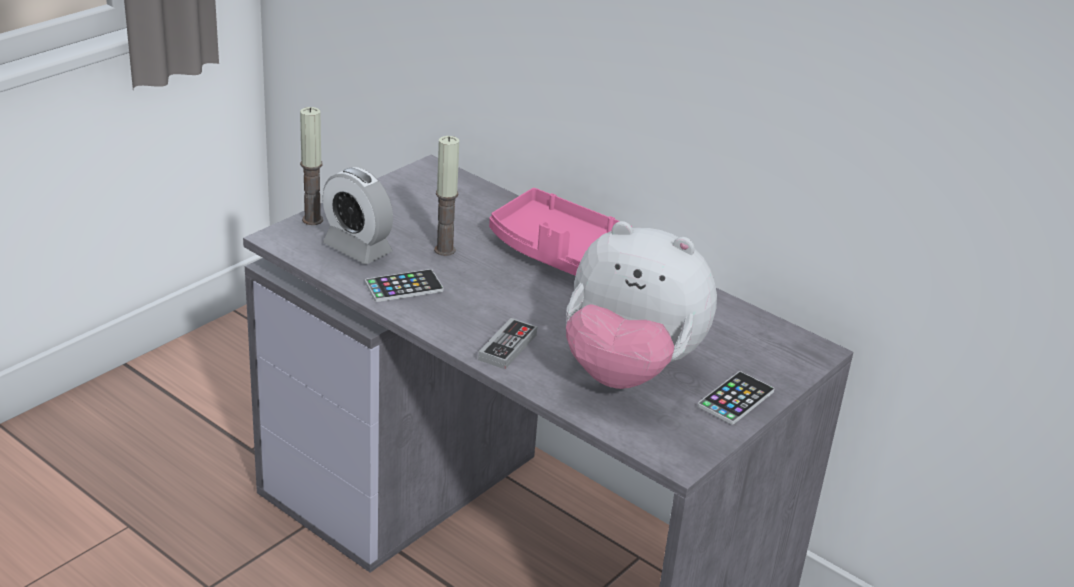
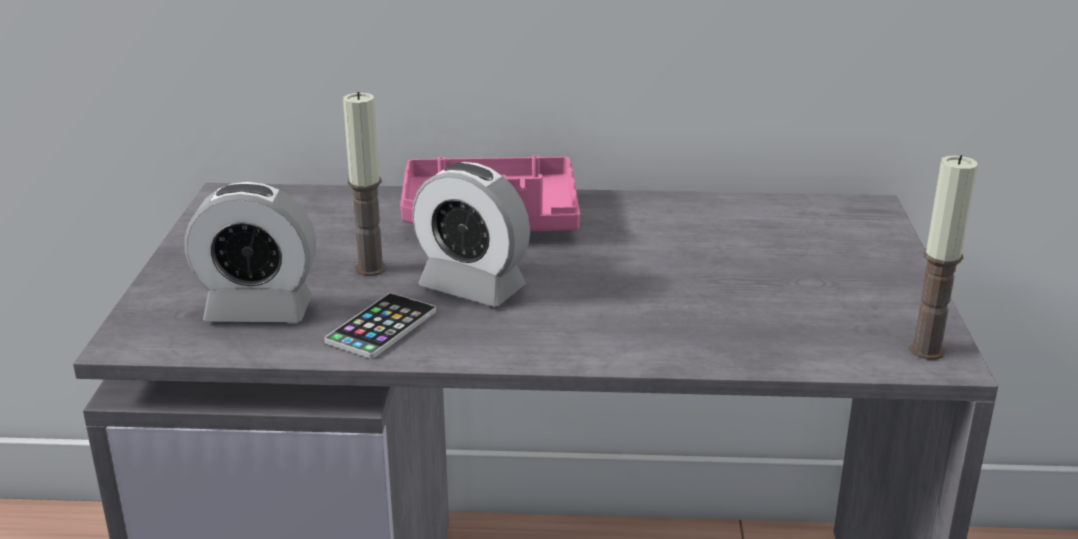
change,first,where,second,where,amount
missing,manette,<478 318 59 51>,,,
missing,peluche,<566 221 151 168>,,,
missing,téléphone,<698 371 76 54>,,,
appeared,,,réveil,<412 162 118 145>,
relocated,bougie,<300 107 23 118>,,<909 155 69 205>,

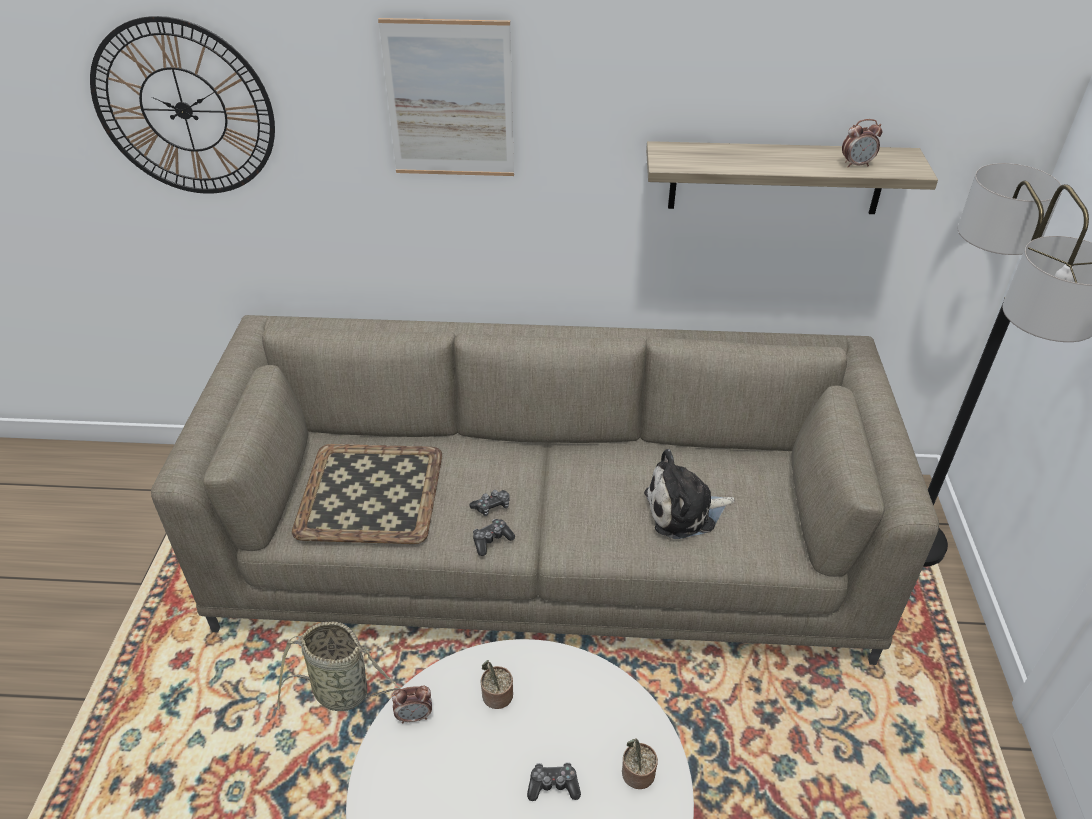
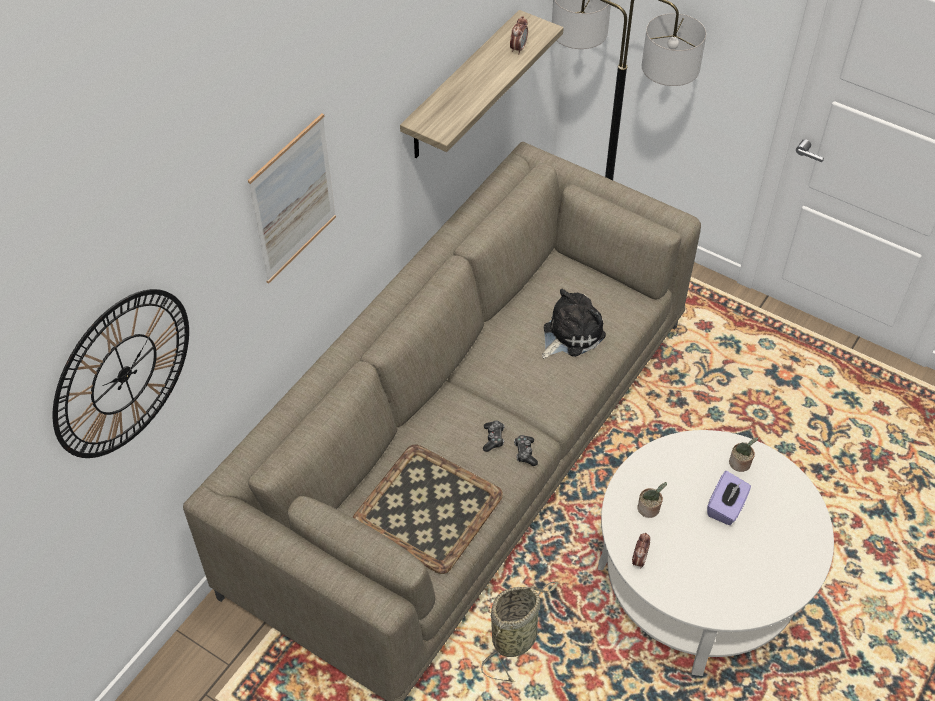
change,first,where,second,where,amount
exchanged,manette,<527 762 54 39>,boîte à mouchoirs (violet),<707 471 44 54>,
spun,peluche,<644 449 90 90>,,<542 289 64 70>,150 degrees counterclockwise

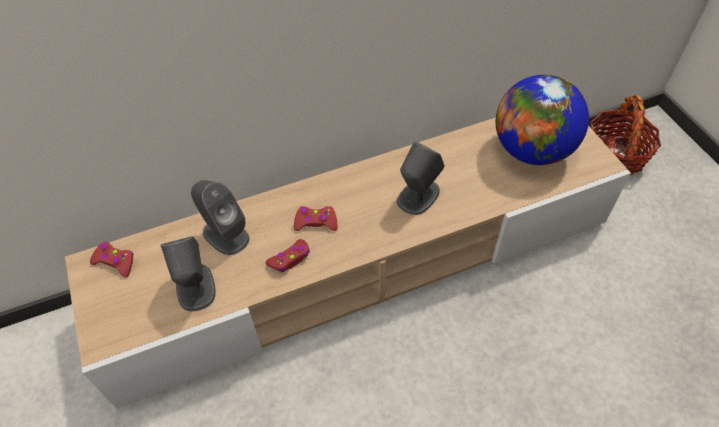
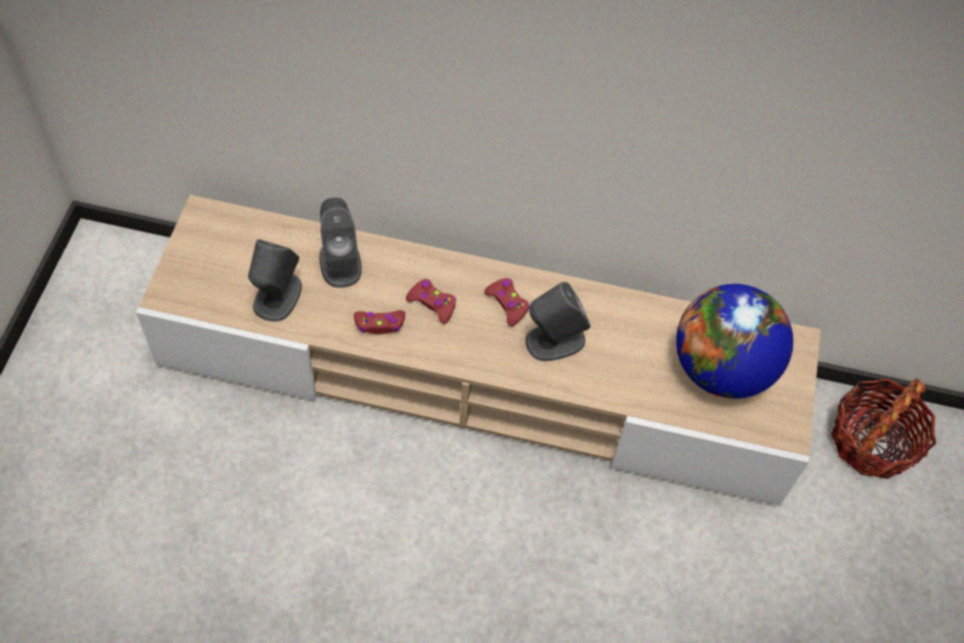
change,first,where,second,where,amount
relocated,manette (rouge),<90 242 43 35>,,<484 278 46 49>,

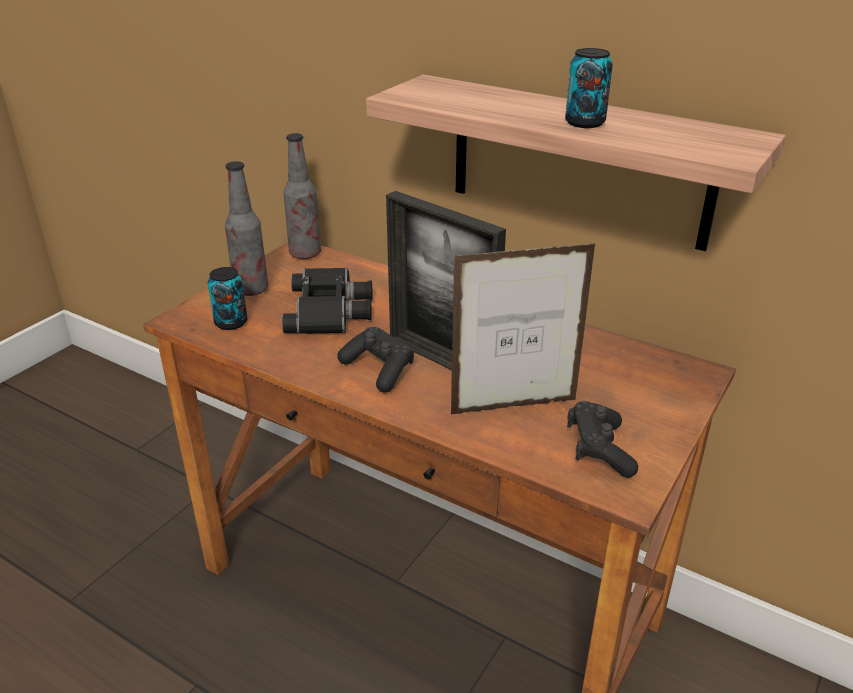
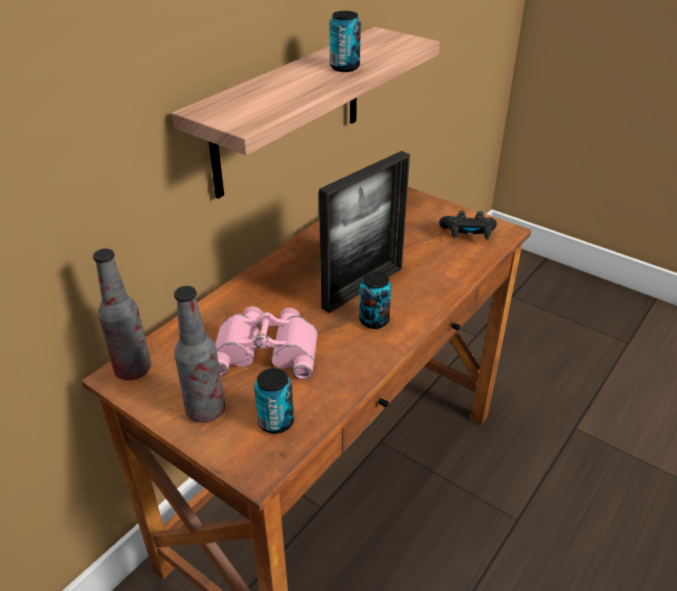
change,first,where,second,where,amount
missing,cadre photo,<451 243 145 172>,,,
exchanged,manette (noir),<337 327 77 66>,boîte métallique,<359 272 32 57>,
colour,jumelles (noir),<282 268 90 66>,jumelles (rose),<215 306 103 73>,

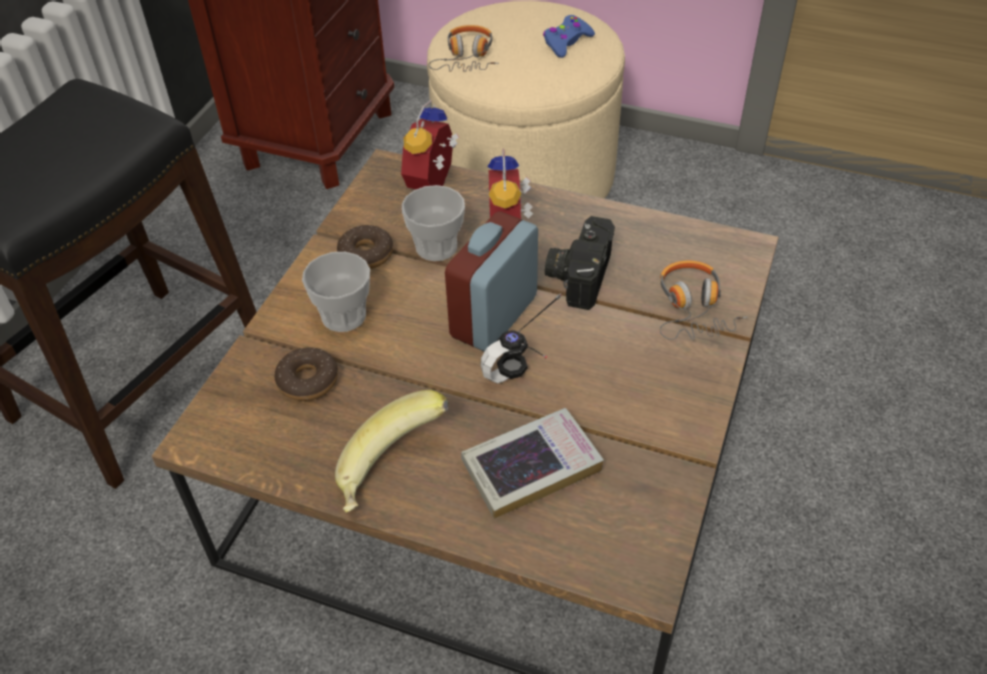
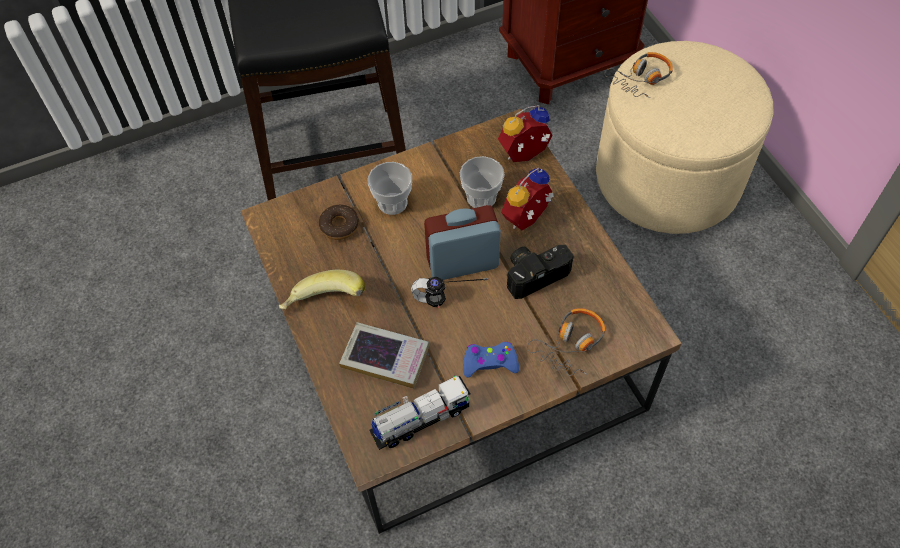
change,first,where,second,where,amount
missing,beignet,<337 225 56 44>,,,
appeared,,,camion jouet,<369 375 101 75>,
relocated,manette (bleu),<543 15 52 43>,,<463 342 56 35>,

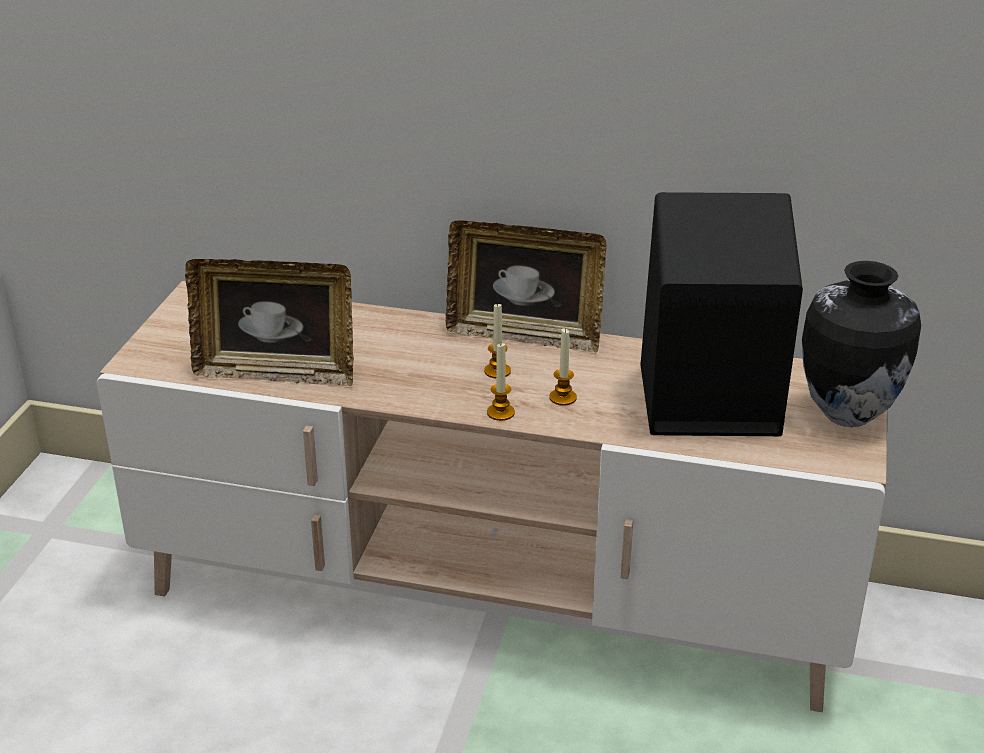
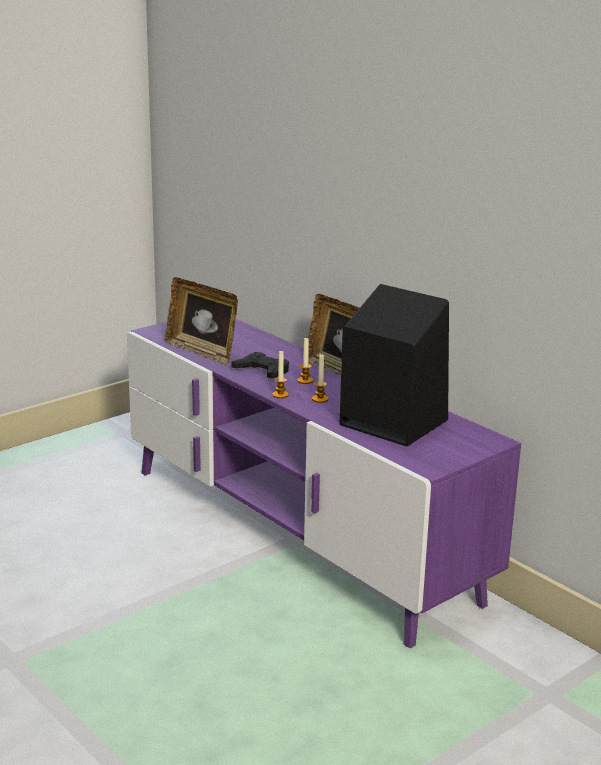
change,first,where,second,where,amount
missing,vase,<802 261 119 166>,,,
appeared,,,manette (noir),<231 352 58 27>,
colour,meuble télé (beige),<97 281 790 431>,meuble télé (violet),<127 319 394 329>,

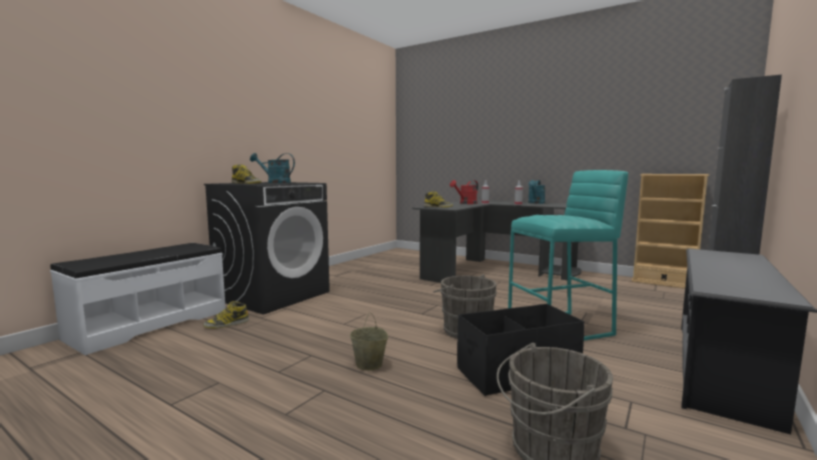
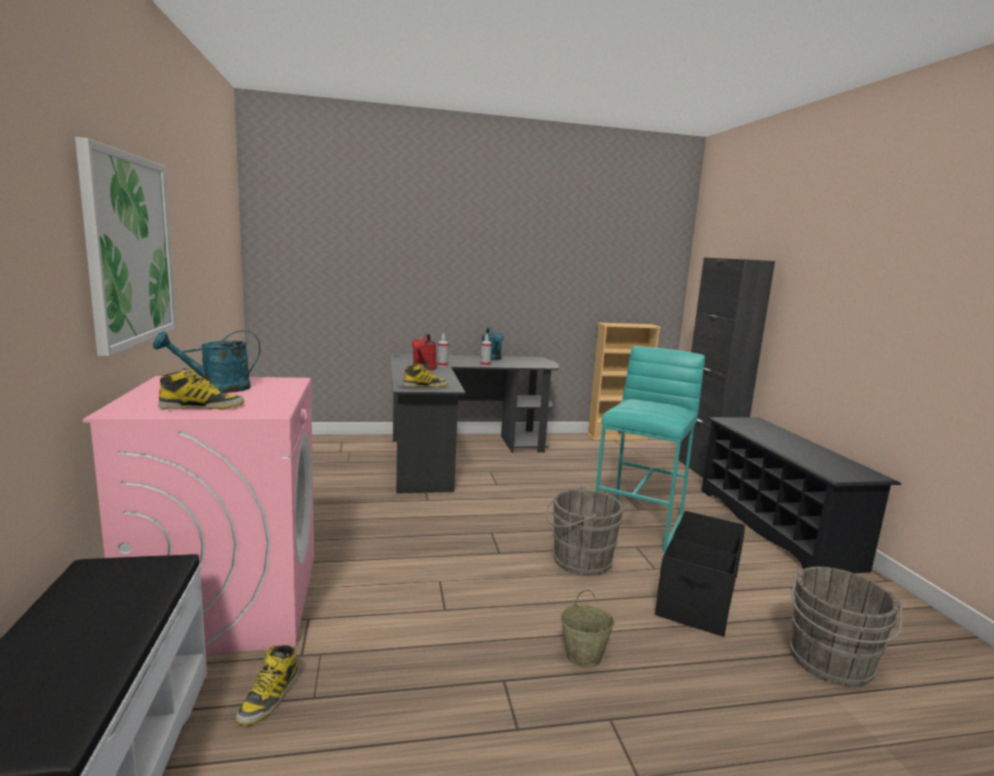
change,first,where,second,where,amount
appeared,,,tableau,<75 137 102 219>,
colour,lave-linge (noir),<204 182 126 133>,lave-linge (rose),<83 376 231 278>,

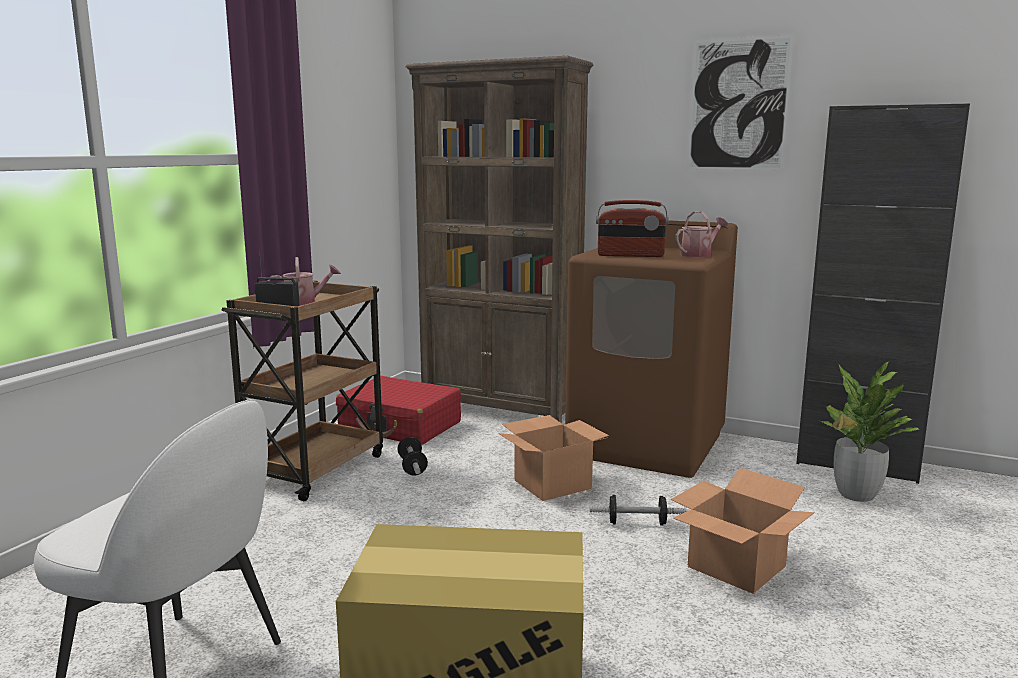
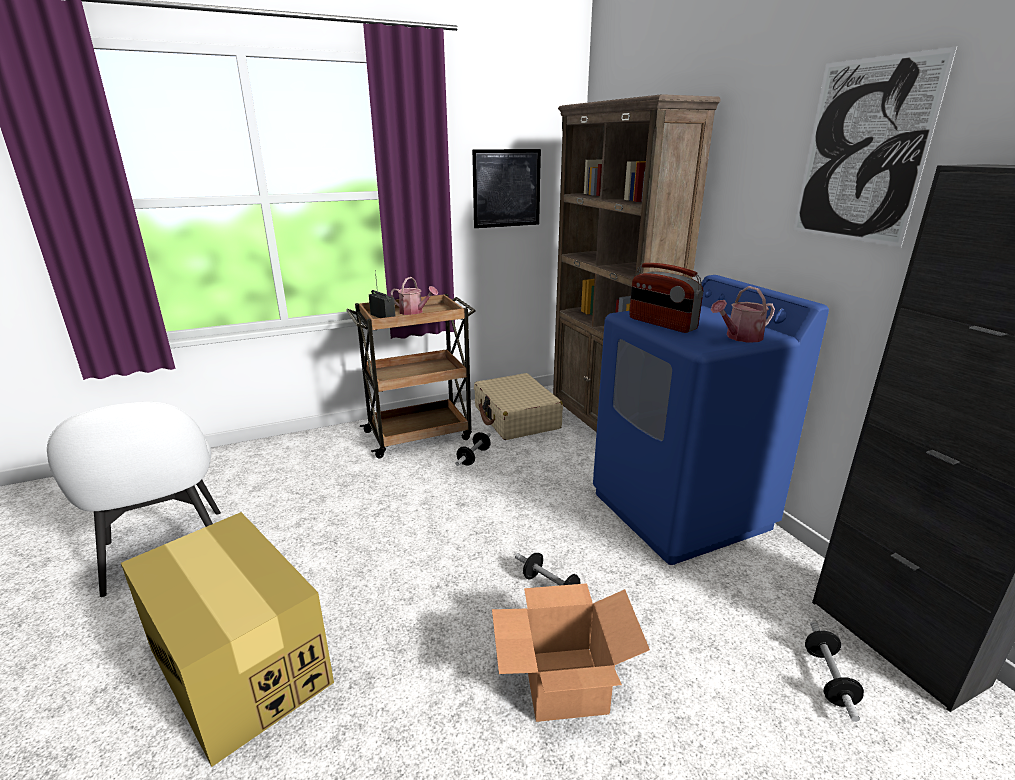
change,first,where,second,where,amount
missing,carton,<499 415 110 86>,,,
appeared,,,tableau,<472 149 69 79>,
exchanged,plante en pot,<821 362 98 140>,haltère,<805 621 59 101>,
colour,valise (rouge),<336 376 125 69>,valise (beige),<474 373 89 67>,
colour,lave-linge (marron),<565 220 173 258>,lave-linge (bleu),<593 275 236 290>,
spun,arrosoir,<675 211 53 46>,,<711 286 64 57>,150 degrees clockwise

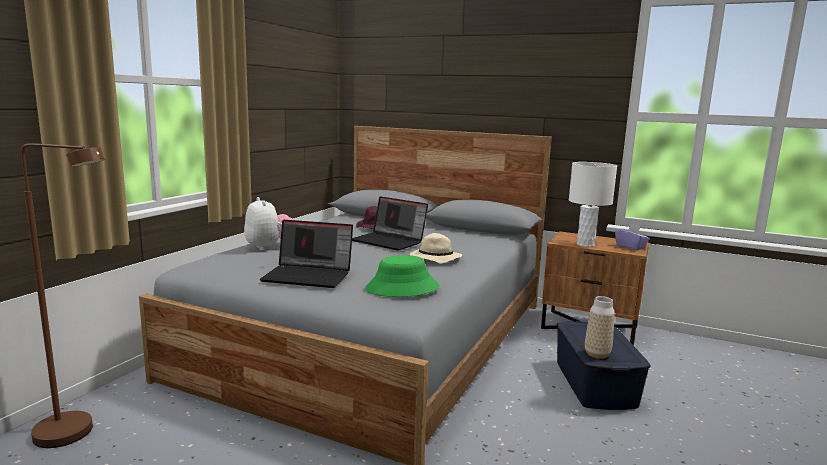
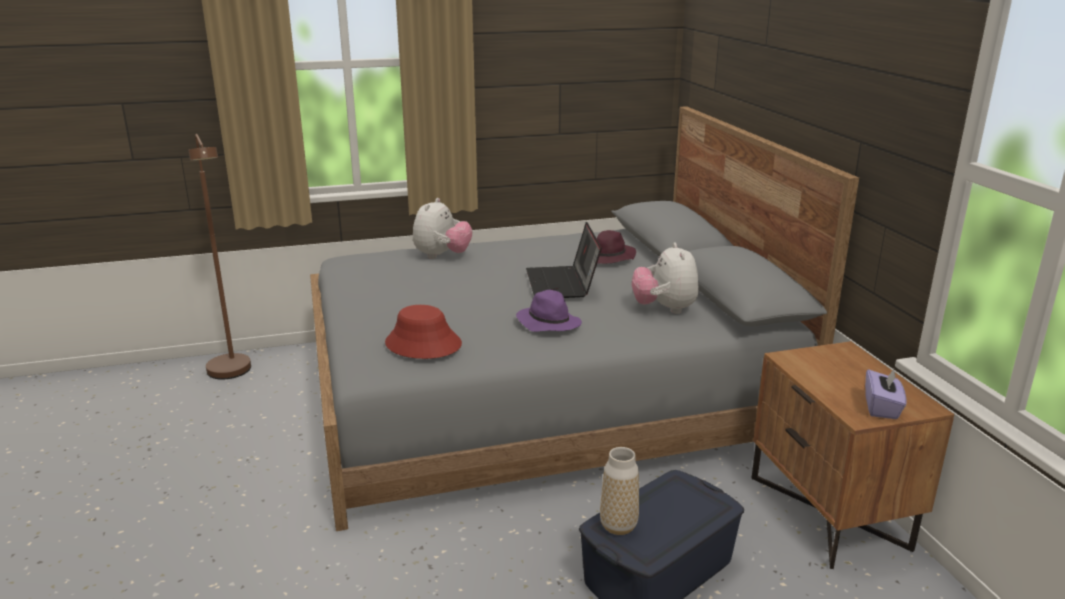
change,first,where,second,where,amount
missing,ordinateur portable,<260 220 93 68>,,,
missing,lampe de table (blanc),<569 162 48 85>,,,
appeared,,,peluche,<632 242 67 72>,
colour,chapeau (vert),<365 255 74 42>,chapeau (rouge),<385 305 77 54>,
colour,chapeau (beige),<409 233 53 31>,chapeau (violet),<516 290 66 42>,

